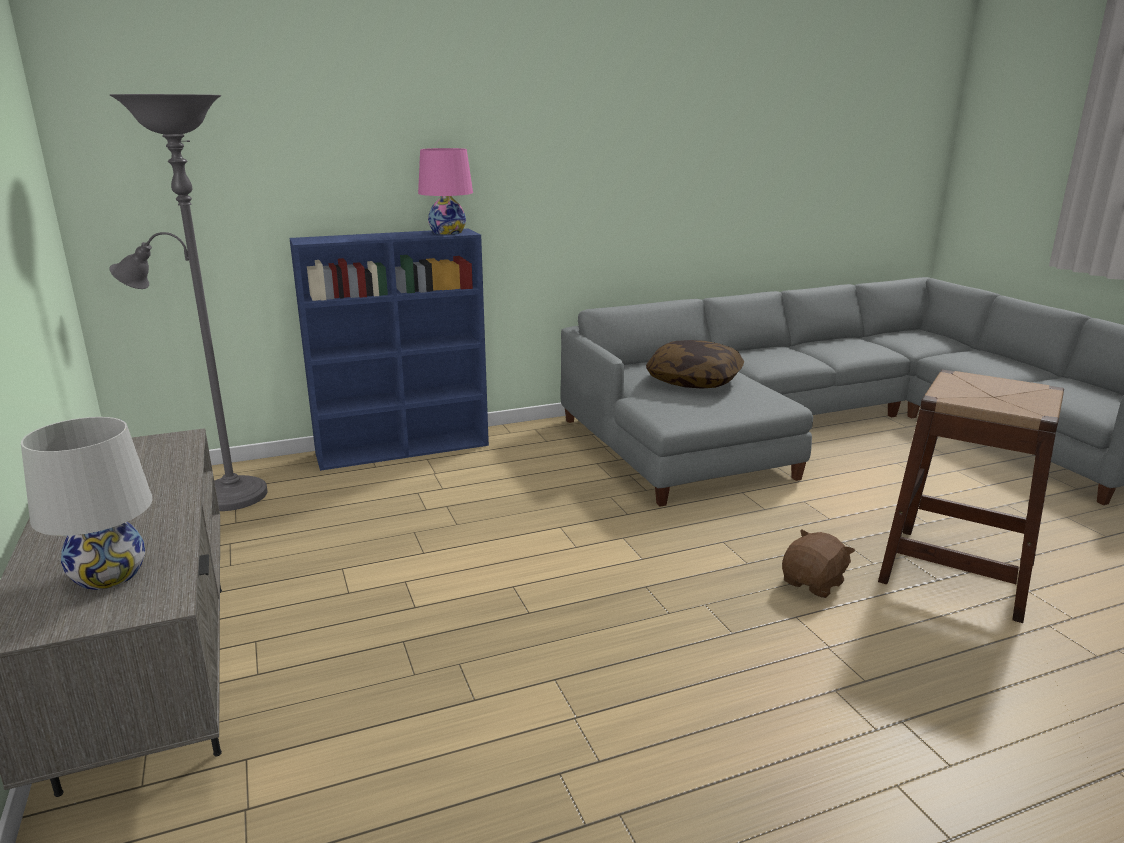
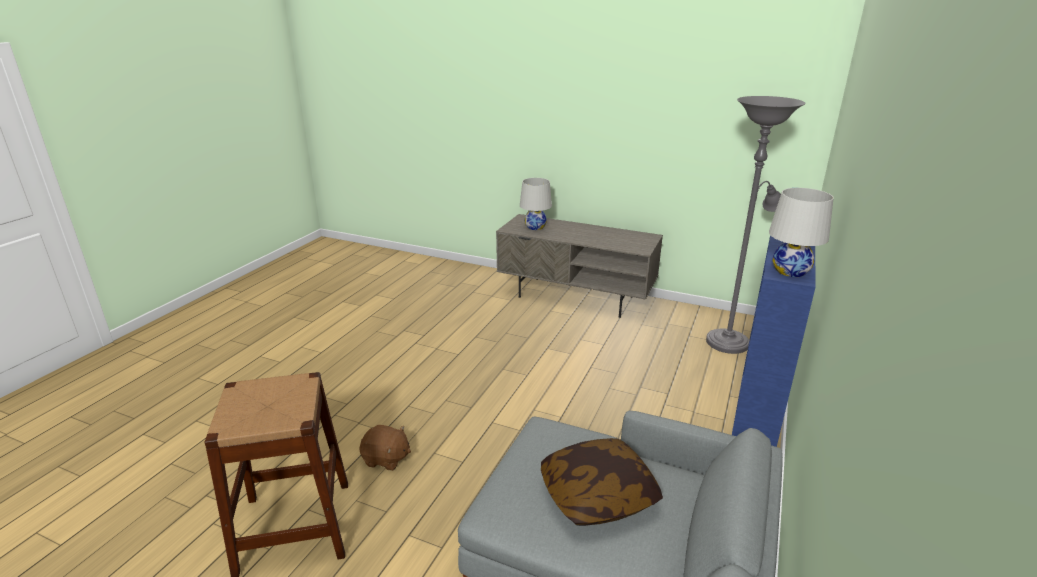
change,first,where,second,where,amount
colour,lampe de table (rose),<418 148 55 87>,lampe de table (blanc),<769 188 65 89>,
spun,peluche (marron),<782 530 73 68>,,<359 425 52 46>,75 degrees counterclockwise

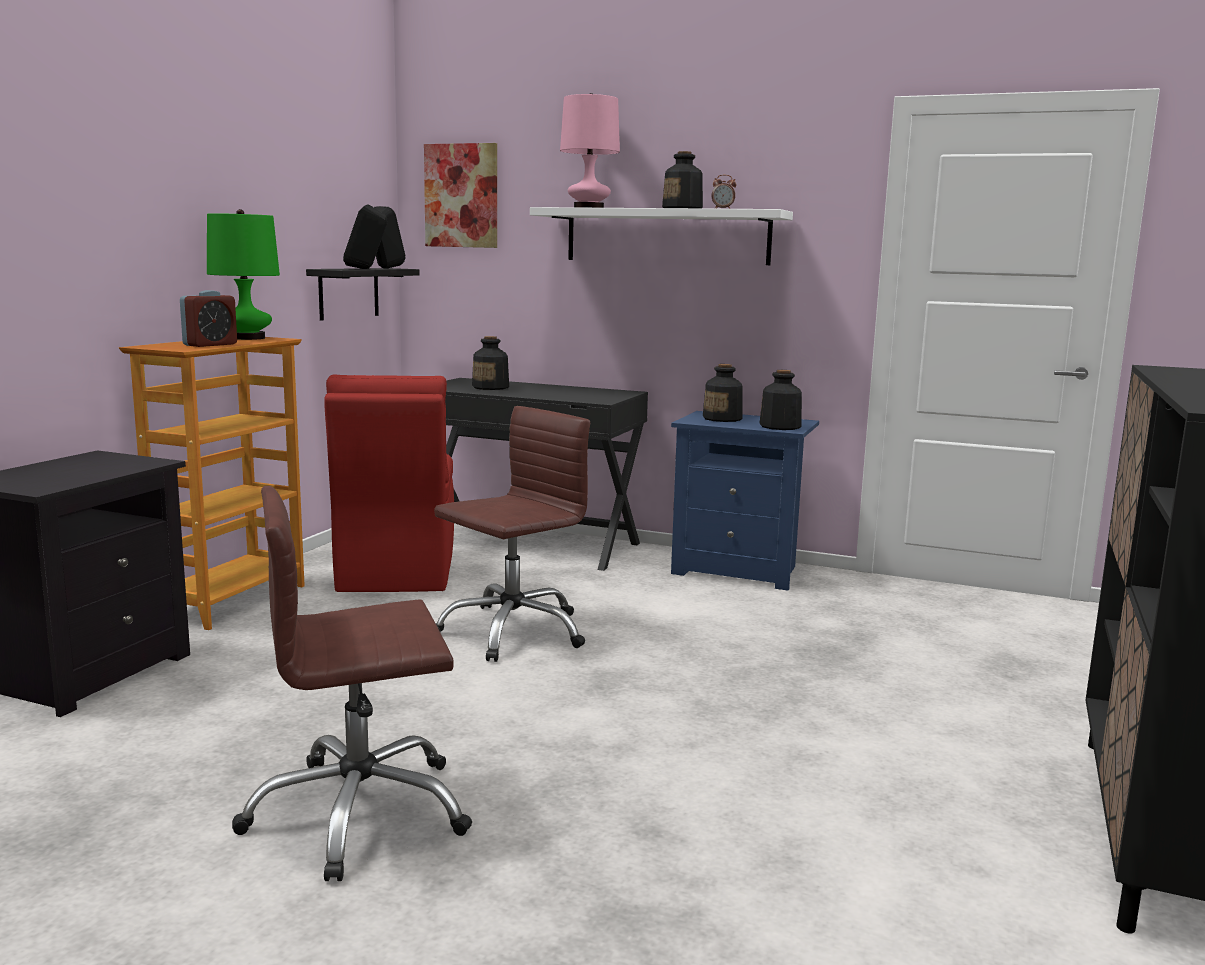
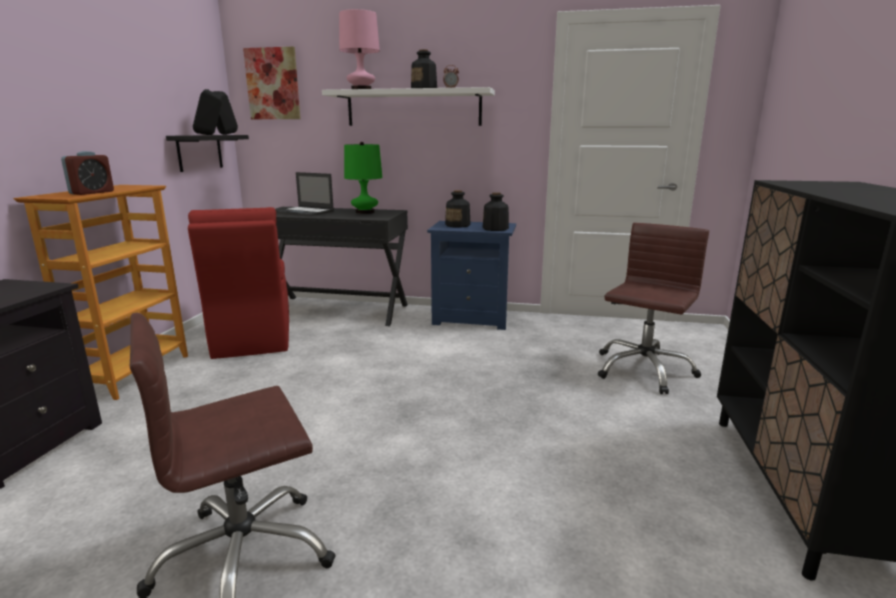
change,first,where,second,where,amount
relocated,lampe de table (vert),<207 209 73 131>,,<344 142 38 72>,
relocated,chaise de bureau (marron),<434 406 156 256>,,<598 223 111 171>,
exchanged,bouteille,<472 336 37 54>,ordinateur portable,<276 172 58 45>,

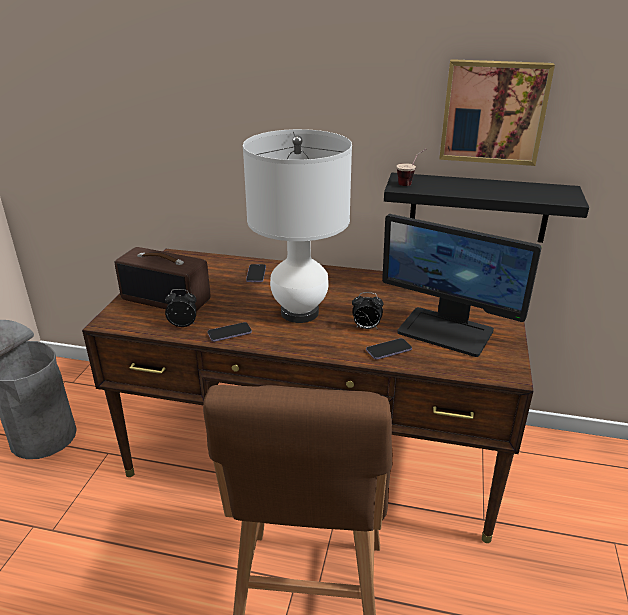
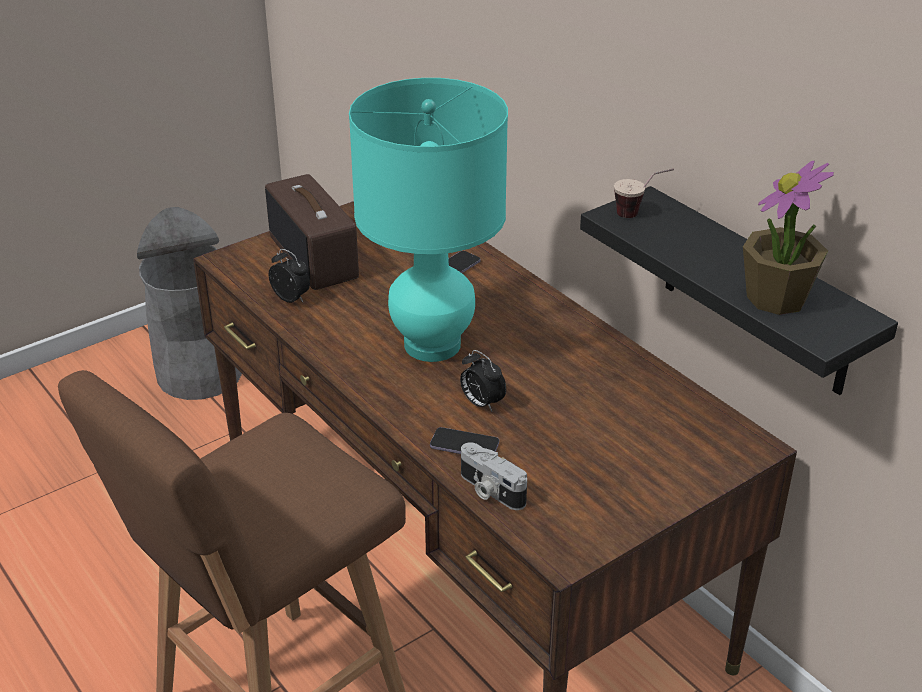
change,first,where,second,where,amount
missing,téléphone,<207 322 45 20>,,,
missing,écran d'ordinateur,<382 214 160 143>,,,
missing,tableau,<439 59 116 107>,,,
appeared,,,appareil photo,<461 442 66 68>,
appeared,,,plante en pot,<743 161 91 154>,
colour,lampe de table (blanc),<243 129 109 194>,lampe de table (turquoise),<349 78 159 284>,

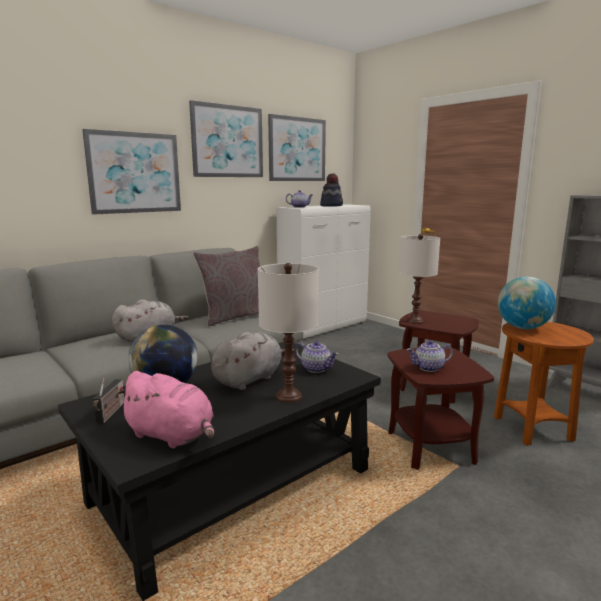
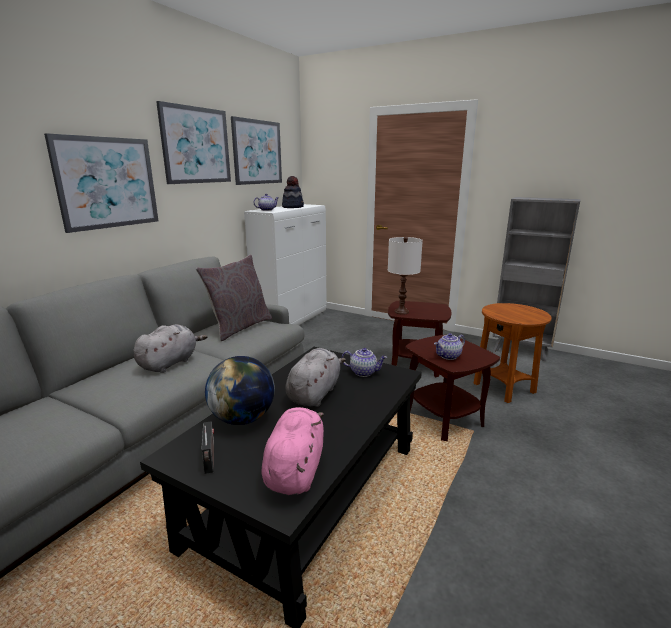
change,first,where,second,where,amount
missing,lampe de table (blanc),<258 263 61 140>,,,
missing,globe,<498 277 58 52>,,,
spun,peluche (rose),<116 371 98 77>,,<261 407 63 88>,90 degrees counterclockwise

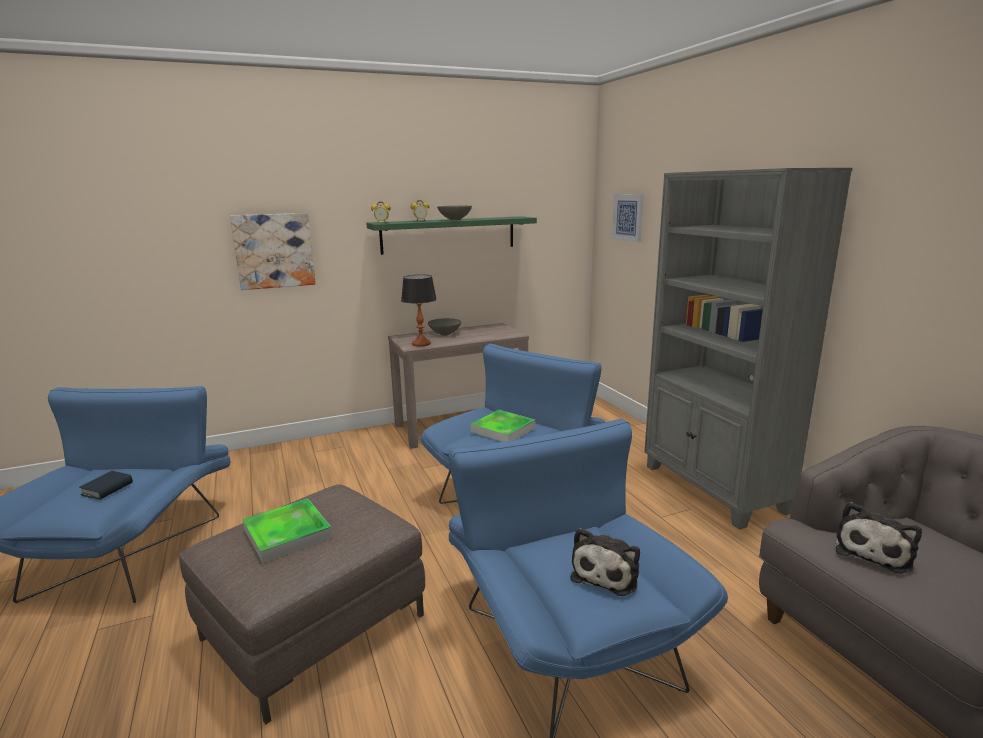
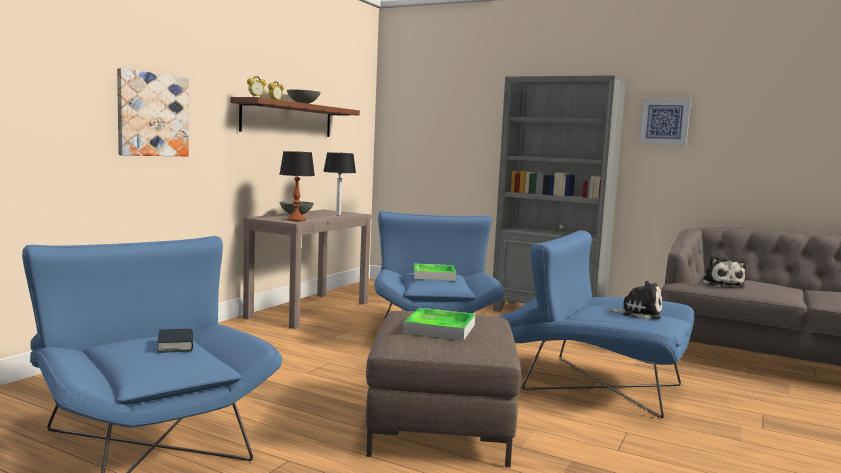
change,first,where,second,where,amount
appeared,,,lampe de table,<323 152 33 63>,
relocated,tableau,<612 194 32 48>,,<639 98 52 47>,
colour,étagère (vert),<366 216 171 39>,étagère (marron),<230 97 130 40>,
spun,peluche,<571 528 69 68>,,<605 281 57 38>,60 degrees counterclockwise

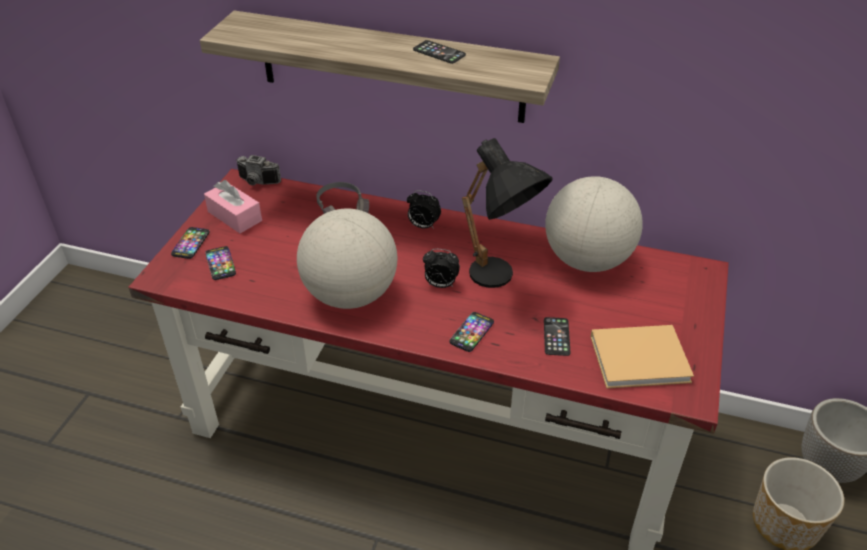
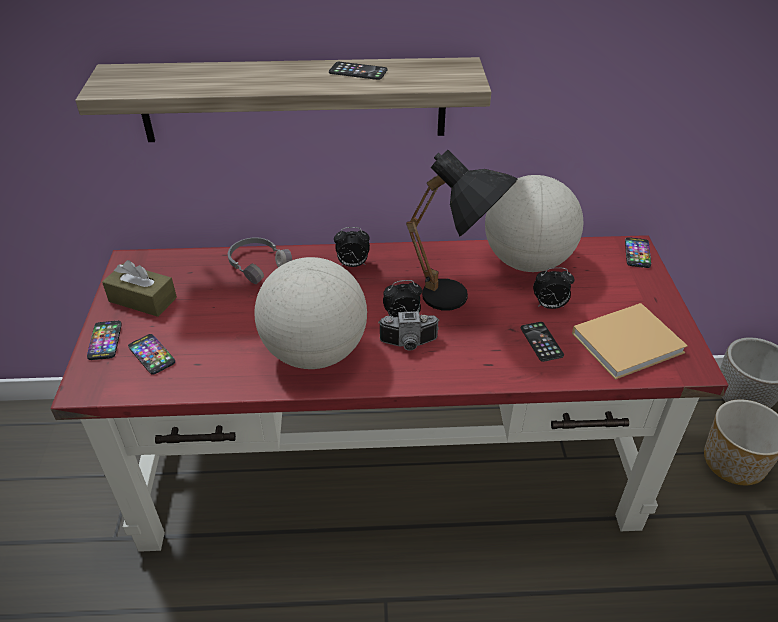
change,first,where,second,where,amount
appeared,,,réveil,<533 267 42 42>,
relocated,appareil photo,<236 155 45 30>,,<378 311 61 40>,
relocated,téléphone,<449 312 45 40>,,<625 237 26 31>,
colour,boîte à mouchoirs (rose),<204 180 58 53>,boîte à mouchoirs (marron),<102 260 75 57>,

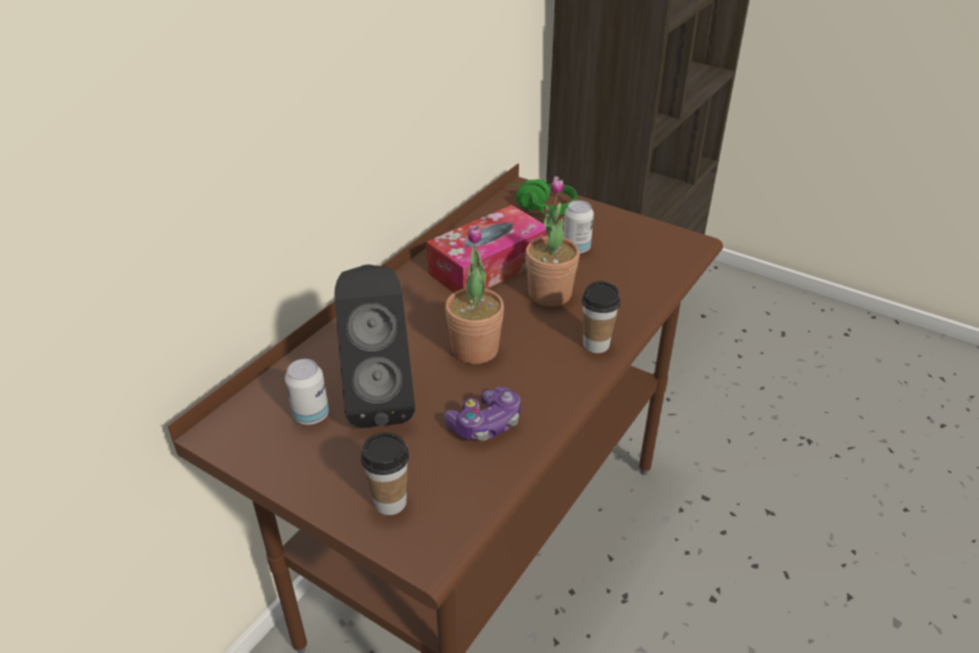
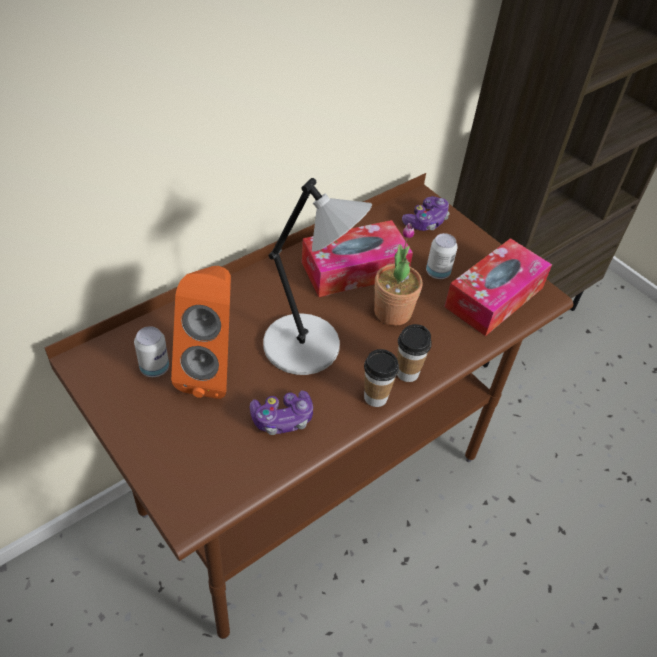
change,first,where,second,where,amount
appeared,,,boîte à mouchoirs,<444 238 108 98>,
relocated,tasse,<361 432 48 83>,,<364 349 35 58>,
exchanged,plante en pot,<445 225 59 139>,lampe de table (gris),<263 178 109 197>,
exchanged,casque audio (vert),<508 179 69 36>,manette,<402 196 48 35>,
colour,enceinte (noir),<334 265 81 163>,enceinte (orange),<171 266 60 133>,

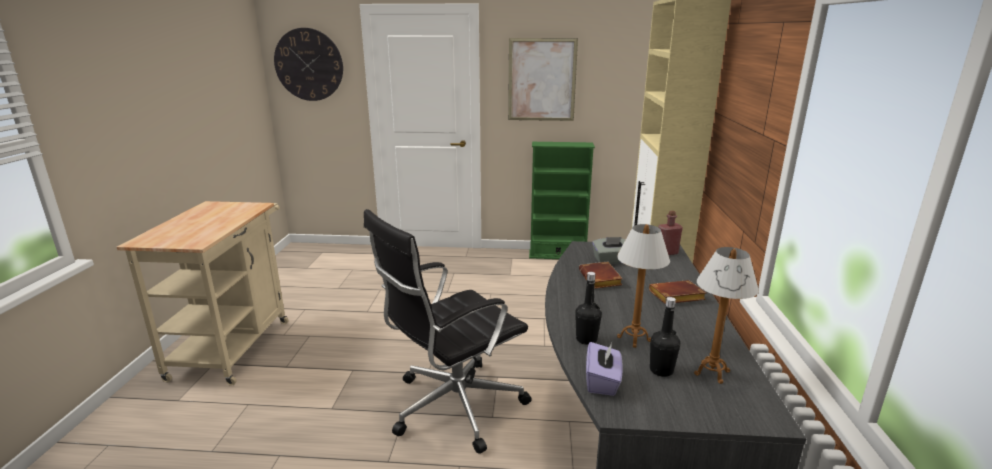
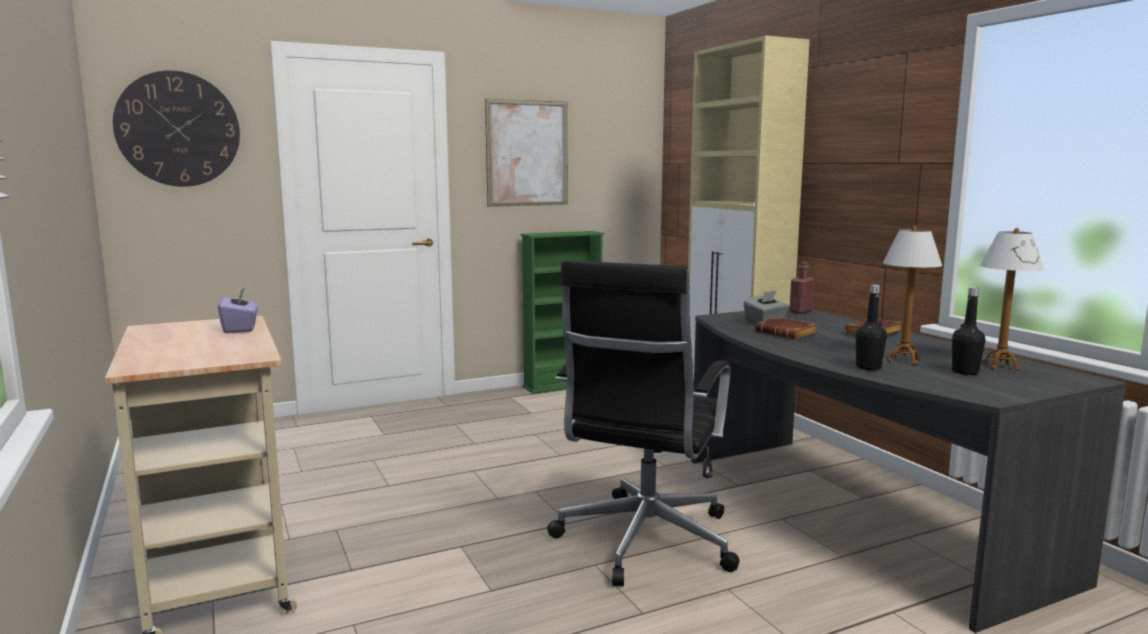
change,first,where,second,where,amount
relocated,boîte à mouchoirs (violet),<586 342 37 54>,,<218 287 40 46>,

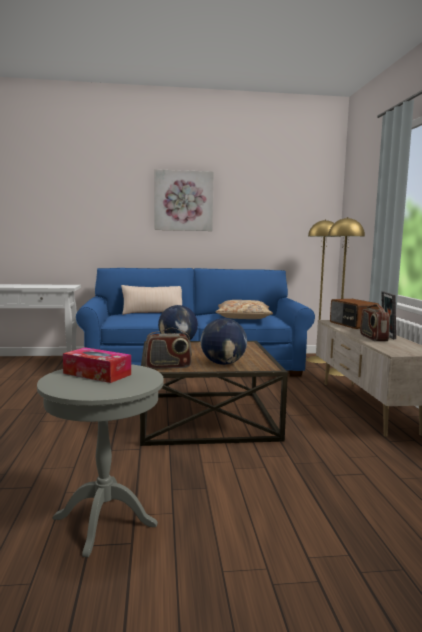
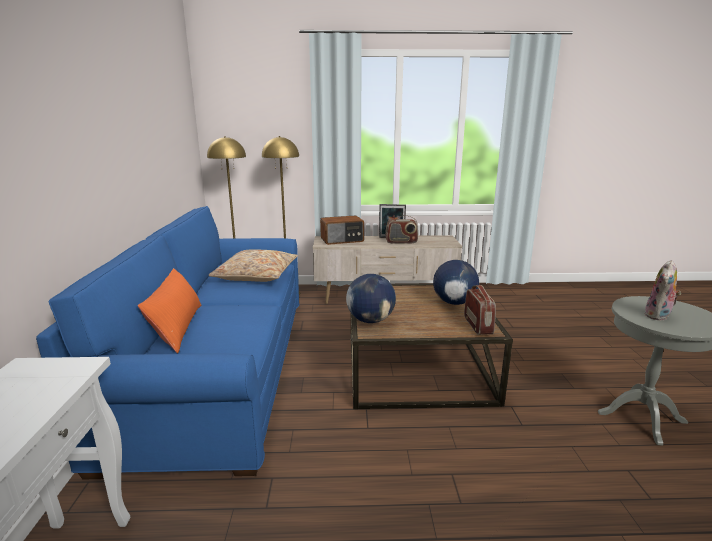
change,first,where,second,where,amount
missing,tableau,<155 169 59 62>,,,
exchanged,boîte à mouchoirs,<63 347 68 36>,peluche,<644 260 37 61>,
colour,coussin (beige),<121 285 61 30>,coussin (orange),<138 268 63 86>,

